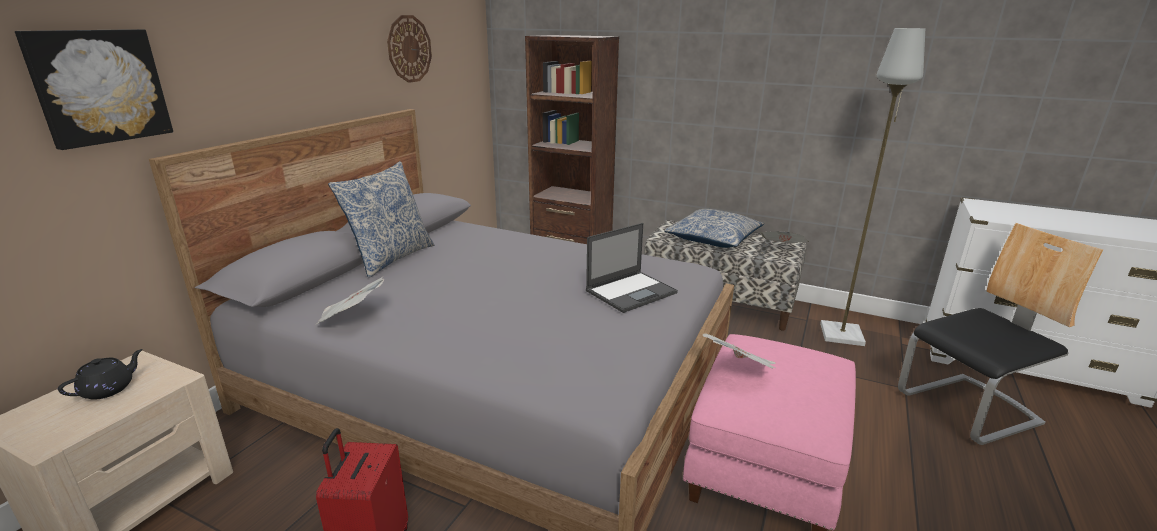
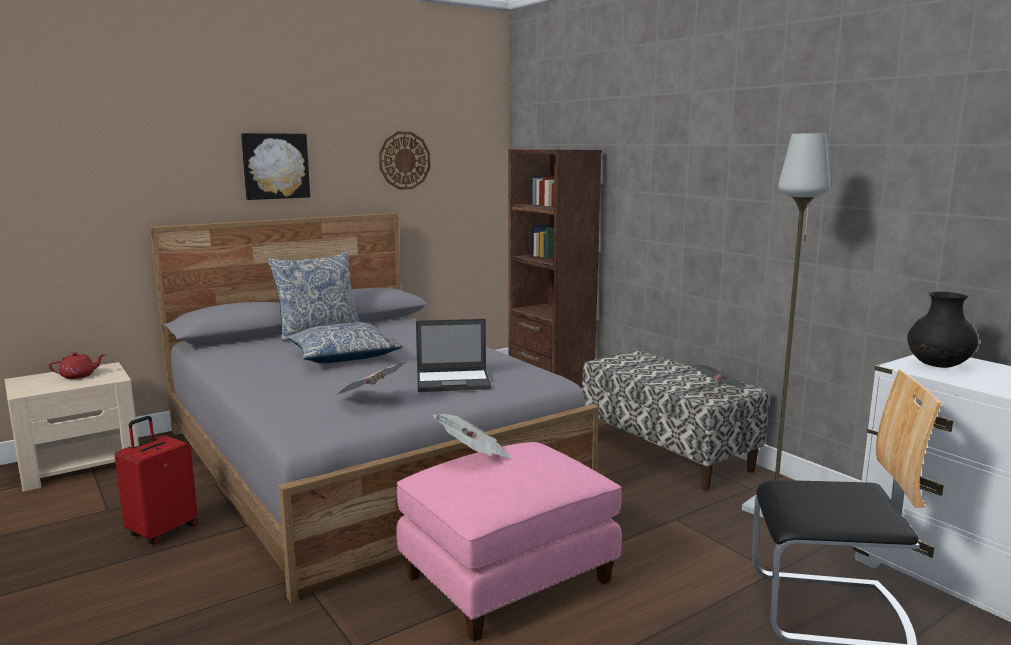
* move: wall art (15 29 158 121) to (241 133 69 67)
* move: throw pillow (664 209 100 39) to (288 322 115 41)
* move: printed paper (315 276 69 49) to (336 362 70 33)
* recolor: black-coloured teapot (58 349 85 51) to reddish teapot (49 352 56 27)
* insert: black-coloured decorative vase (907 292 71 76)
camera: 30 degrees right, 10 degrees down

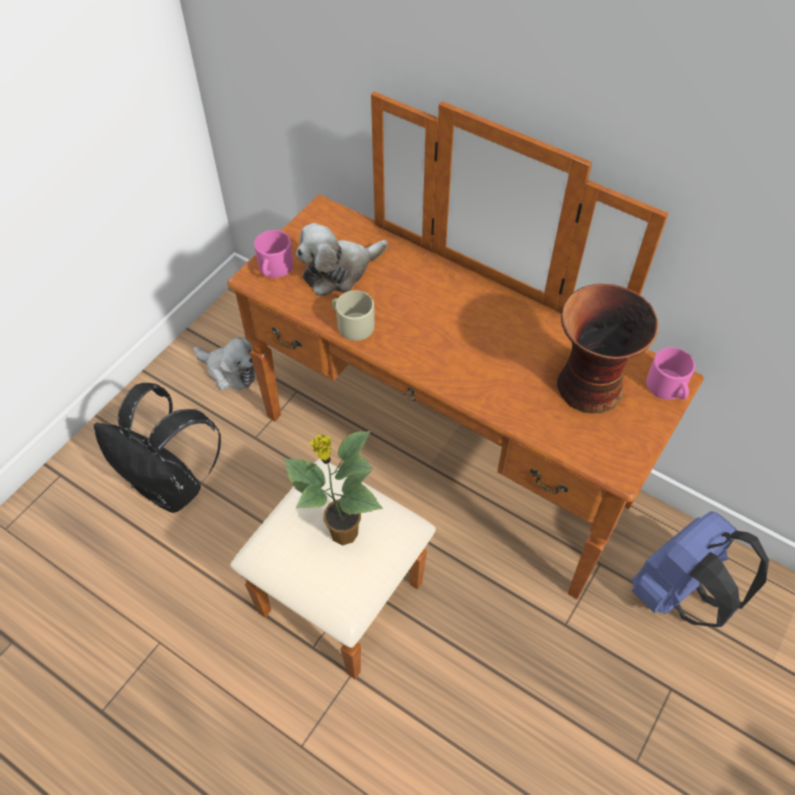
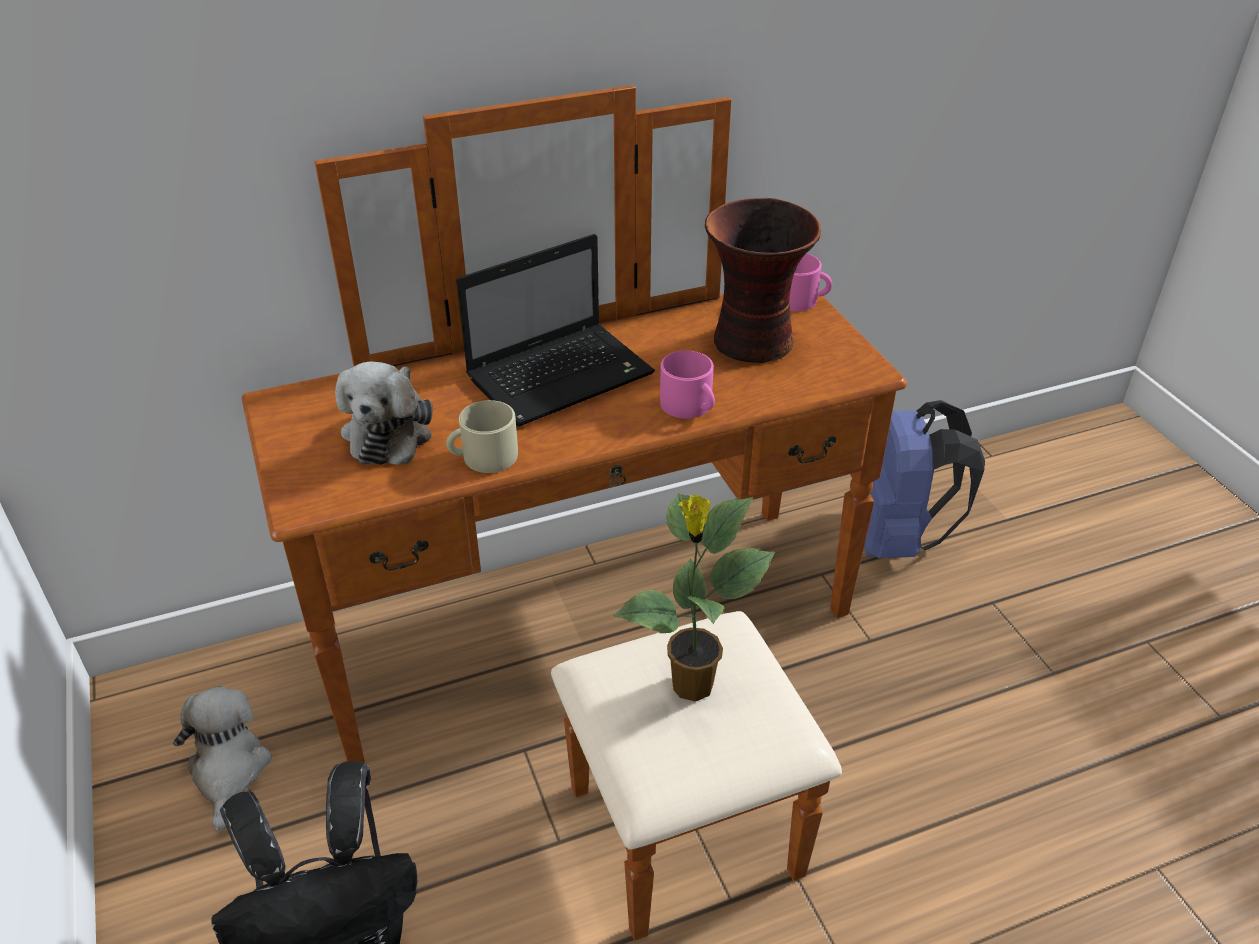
* move: pink tea mug (254 230 39 48) to (660 351 55 68)
* rotate: cuddly toy (193 337 63 53) = (173 687 99 144) 75 degrees counterclockwise
* insert: laptop (456 234 199 192)
camera: 55 degrees left, 15 degrees down

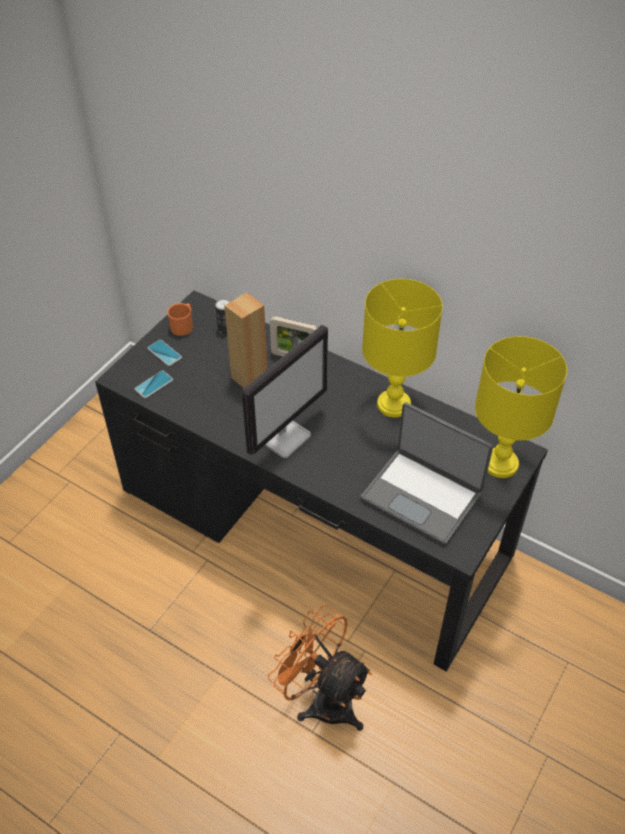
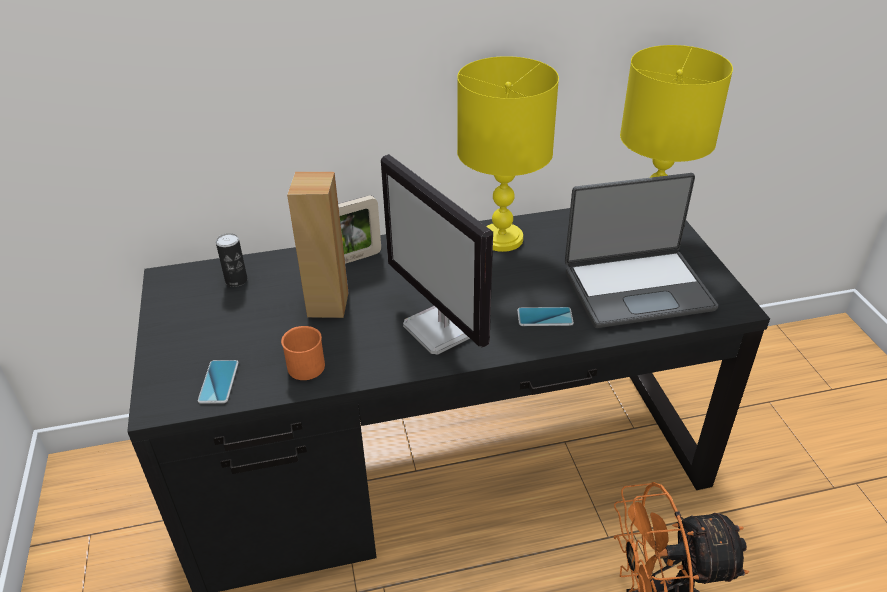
* move: orangey tea mug (167 303 26 33) to (281 326 44 54)
* rotate: computer display (242 325 86 133) = (381 154 112 200) 150 degrees clockwise
* move: phone (147 340 35 26) to (517 307 57 19)
camera: 45 degrees left, 10 degrees down

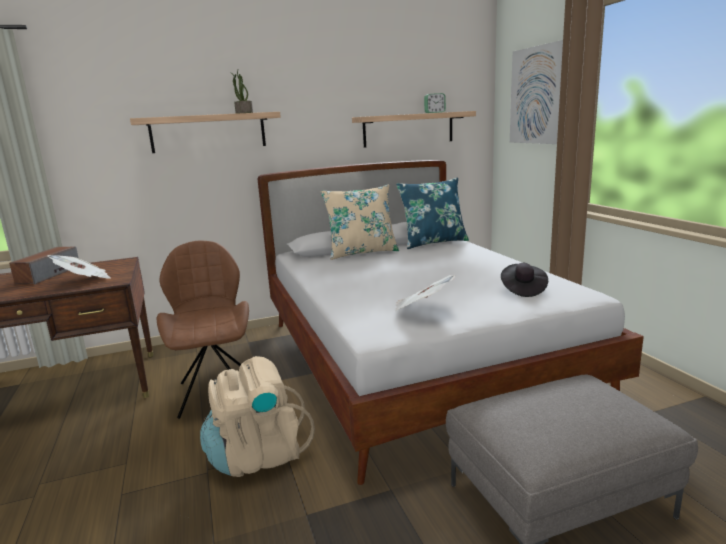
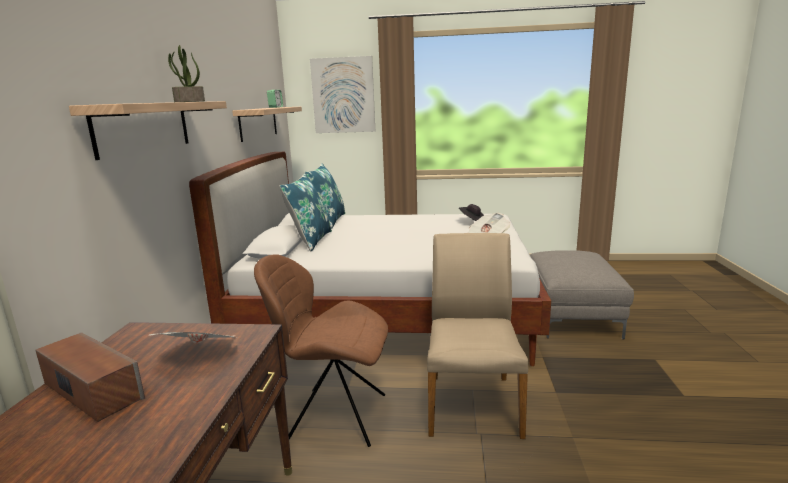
* recolor: beige-coloured throw pillow (321 185 78 75) to blue throw pillow (279 173 53 78)
* replace: beige-coloured backpack (200 356 115 121) to beige-coloured upright chair (427 233 101 206)
camera: 65 degrees left, 0 degrees up

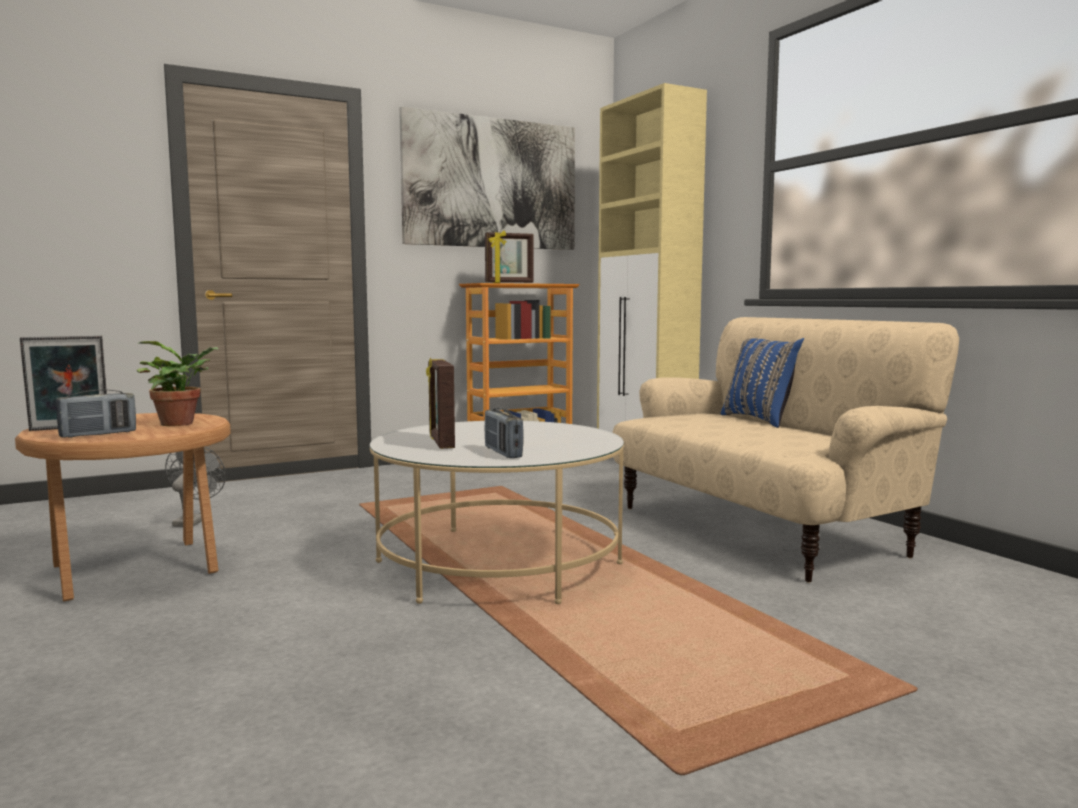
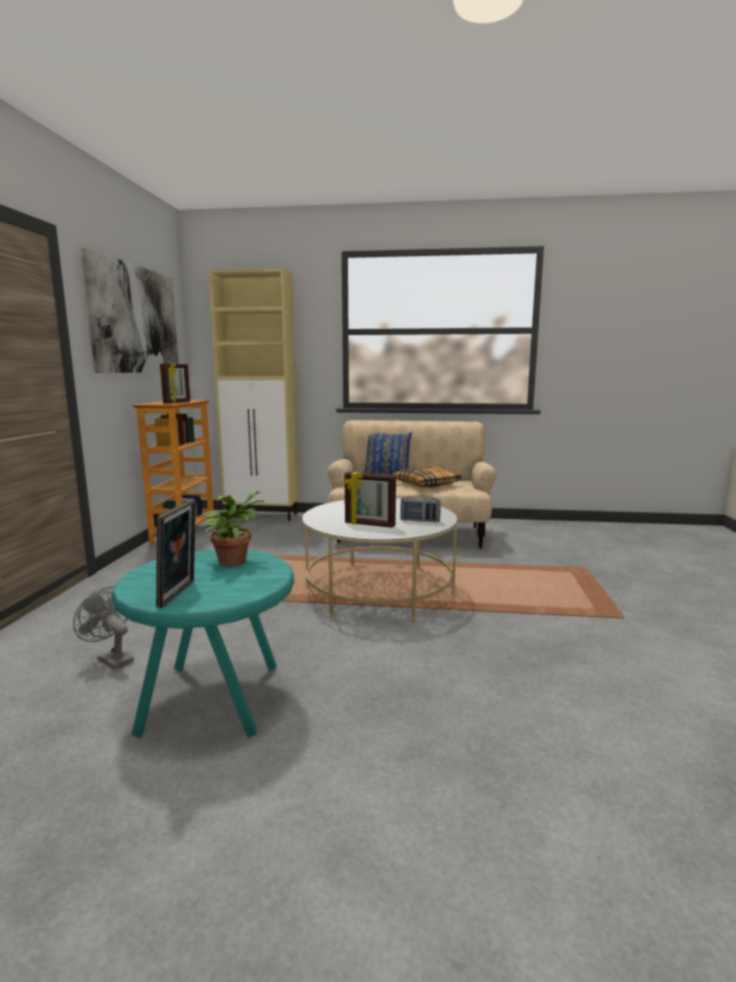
* delete: radio receiver (56 389 80 49)
* recolor: brown accent table (15 413 216 188) to blue-green accent table (112 549 182 189)
* insert: throw pillow (393 466 68 22)
camera: 55 degrees left, 5 degrees up

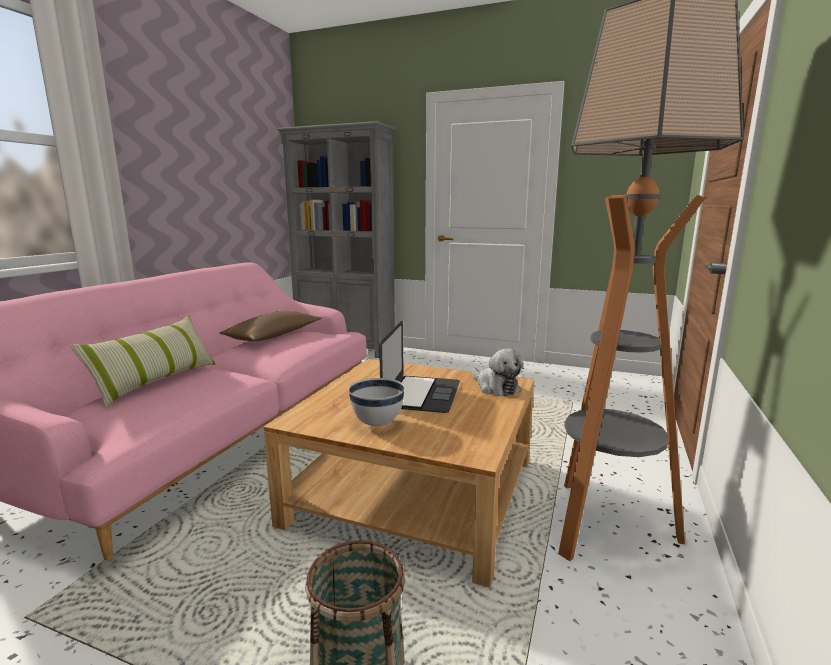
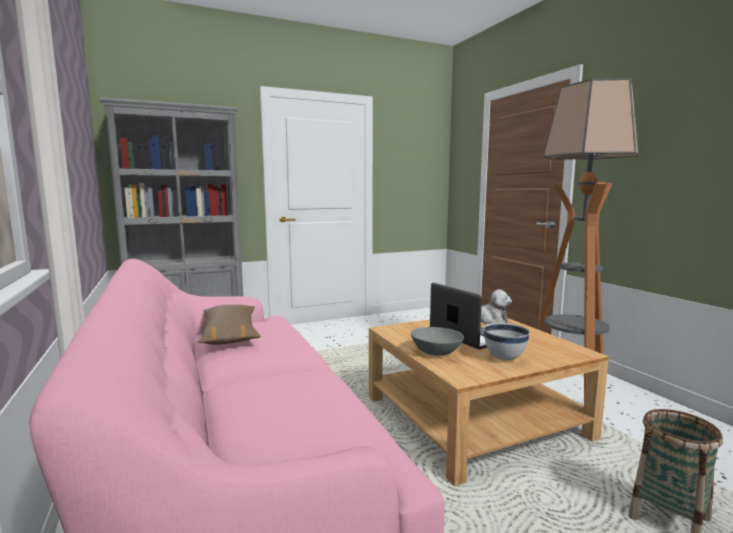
* delete: throw pillow (70 316 145 92)
* insert: gray bowl (411 327 53 29)
camera: 45 degrees left, 5 degrees down

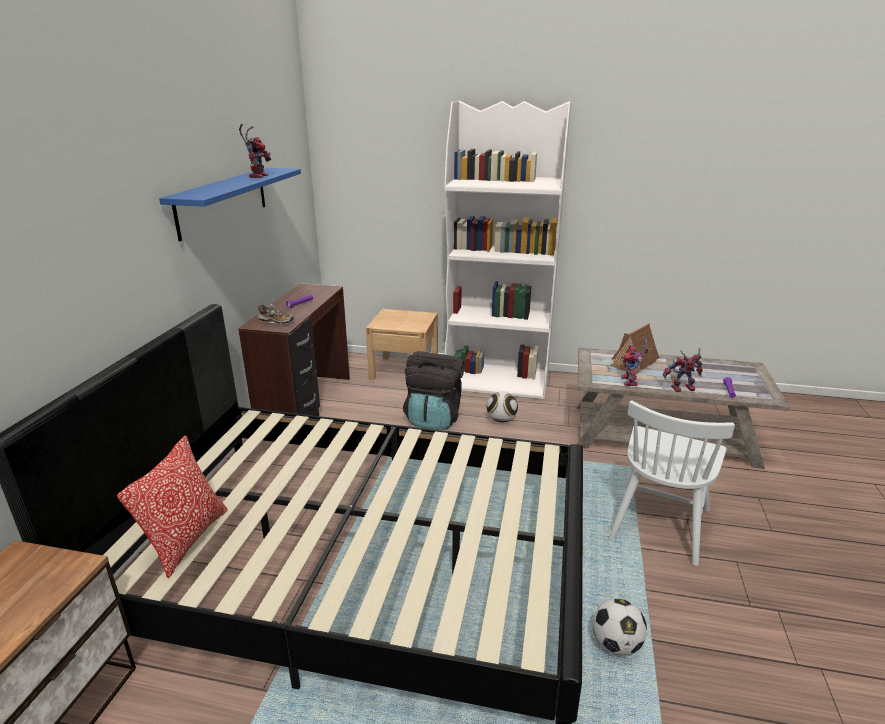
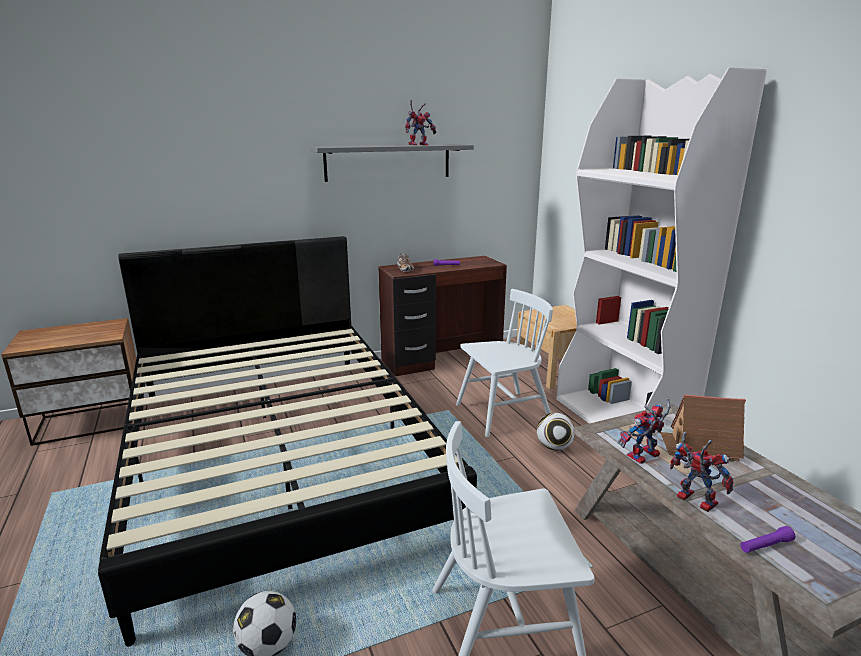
* recolor: blue wall shelf (159 168 142 73) to gray wall shelf (310 144 164 38)
* replace: black-coloured backpack (403 351 61 79) to white-coloured upright chair (456 289 97 148)
* delete: throw pillow (117 435 111 143)
camera: 55 degrees right, 5 degrees down

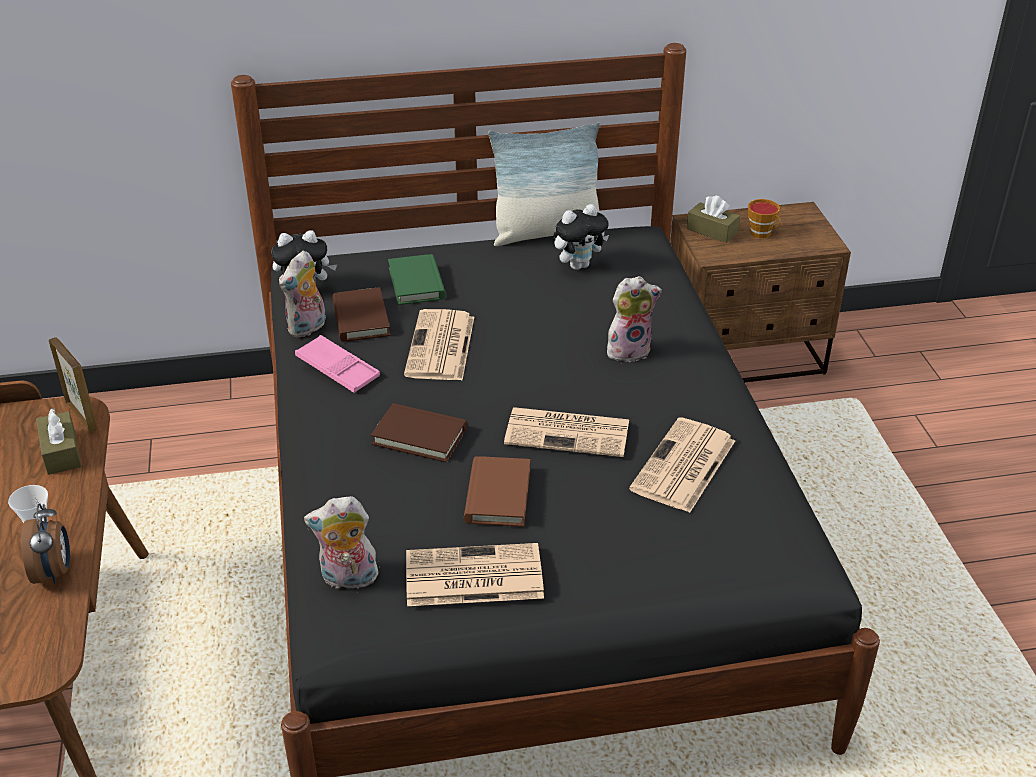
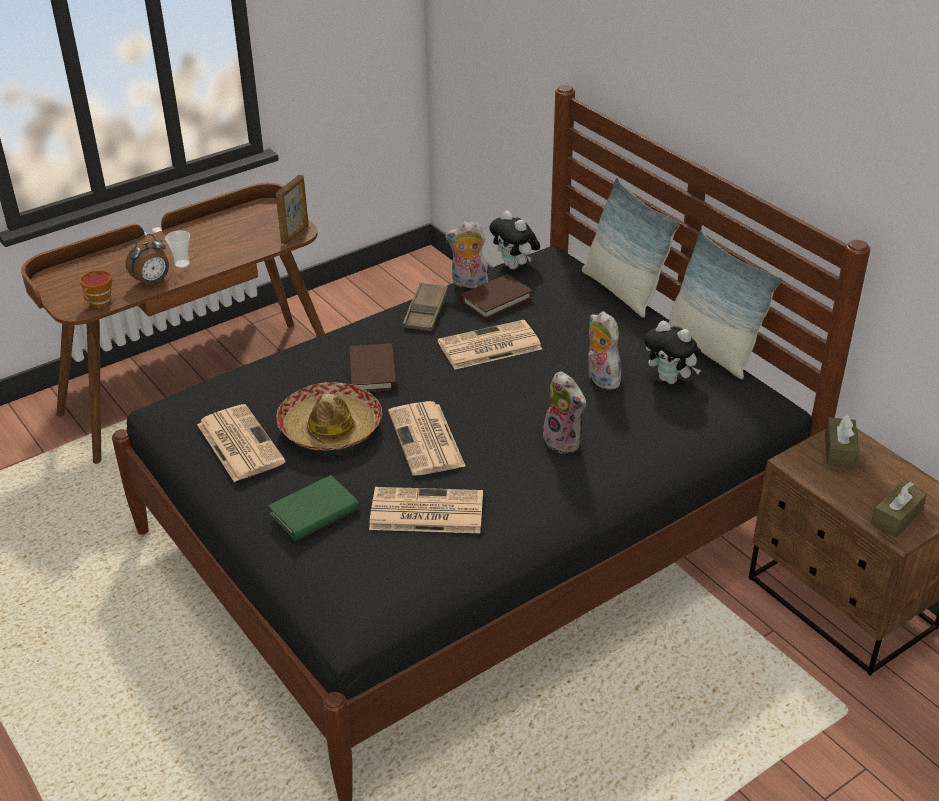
* move: cup (748 199 33 39) to (80 270 32 38)
* move: green-coloured bound book (388 254 58 51) to (268 475 91 66)
* recolor: pink carrying tray (295 335 85 58) to brown carrying tray (403 282 45 49)
* move: brown tissue box (36 409 46 66) to (871 481 56 57)
* replace: brown bound book (464 456 66 71) to clothing hat (276 382 106 69)
* move: cuddly toy (304 496 77 93) to (588 311 35 79)
* insert: throw pillow (582 178 98 140)
camera: 65 degrees right, 0 degrees up

